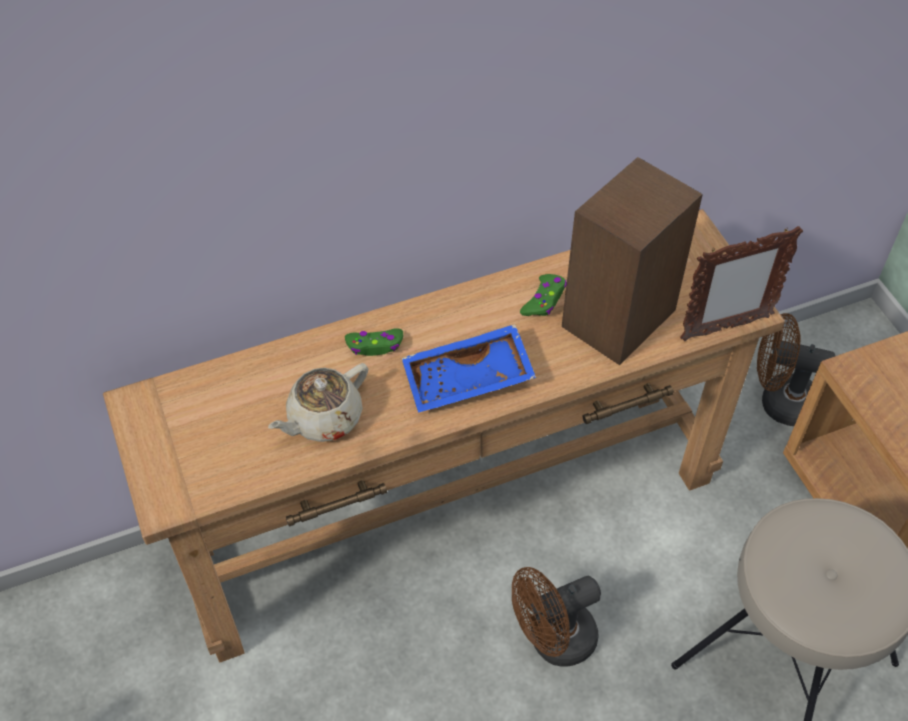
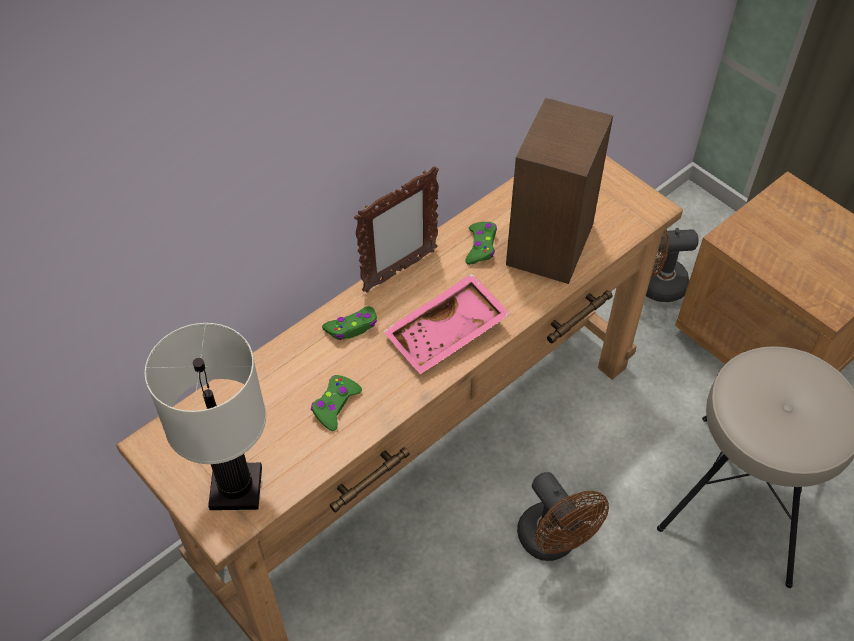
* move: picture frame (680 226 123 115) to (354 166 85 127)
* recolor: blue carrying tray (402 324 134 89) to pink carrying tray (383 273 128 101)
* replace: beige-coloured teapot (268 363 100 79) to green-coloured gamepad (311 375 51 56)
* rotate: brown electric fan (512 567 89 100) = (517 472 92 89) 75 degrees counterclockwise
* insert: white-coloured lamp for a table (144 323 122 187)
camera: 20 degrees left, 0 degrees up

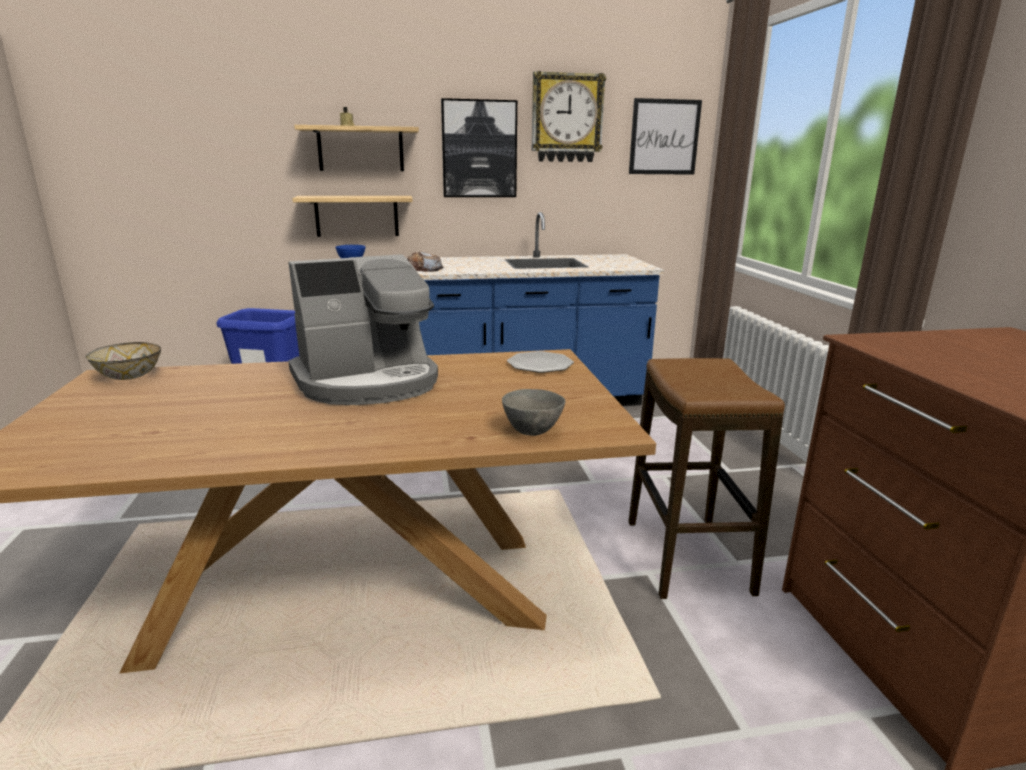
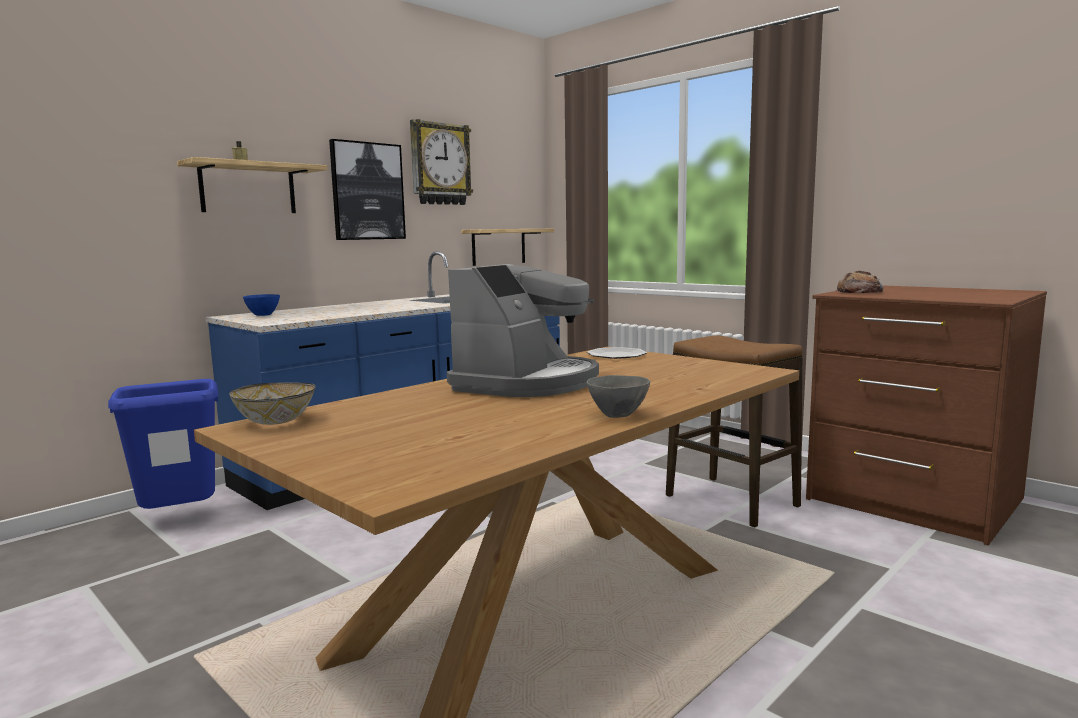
* delete: wall art (629 98 73 77)
* move: wall shelf (292 196 121 41) to (461 229 93 37)
* move: baked bread (407 251 37 21) to (835 271 49 22)
* move: gray bowl (502 389 63 47) to (587 375 63 43)
camera: 35 degrees left, 10 degrees down

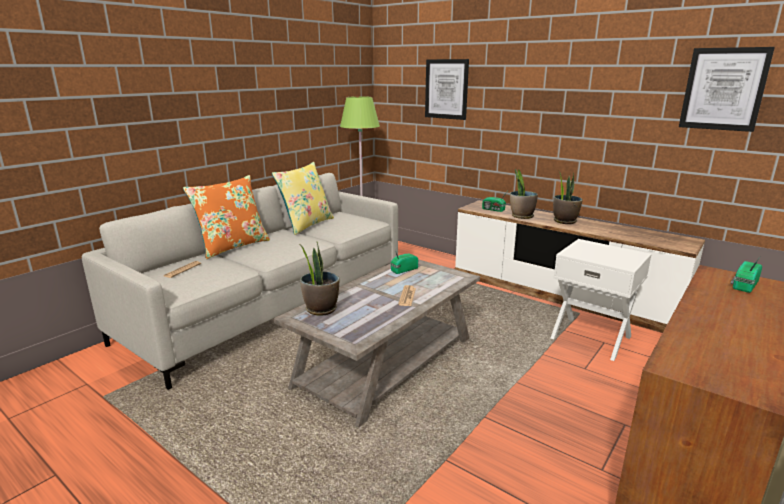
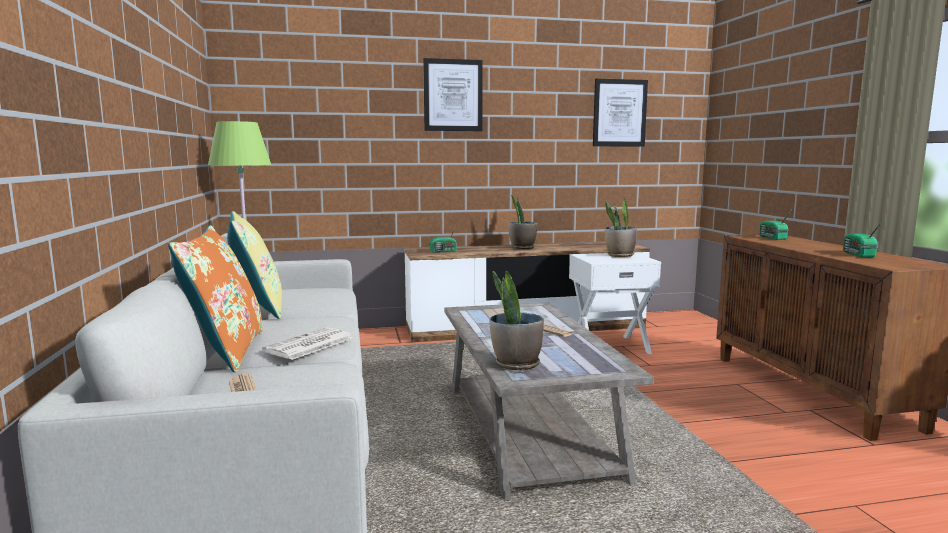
* move: wall art (425 59 44 61) to (423 58 60 73)
* move: plant in a pot (510 169 28 50) to (605 199 32 58)
* move: radio receiver (391 250 27 24) to (843 220 40 37)
* insert: printed paper (262 327 90 33)
camera: 50 degrees left, 10 degrees down

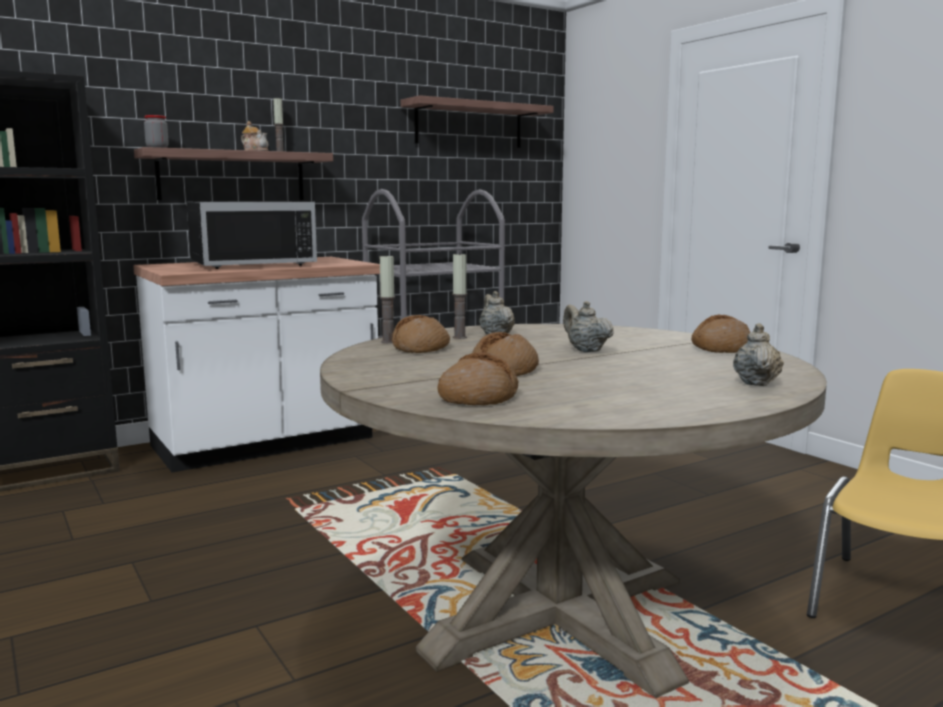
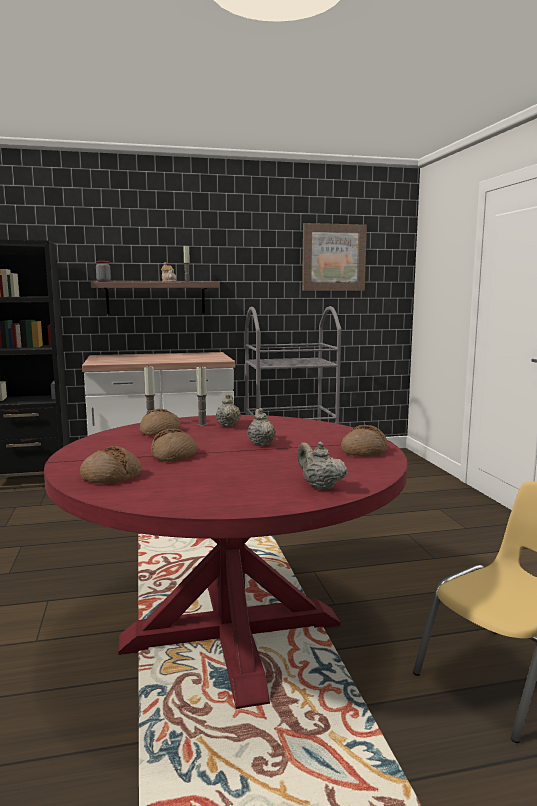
* replace: wall shelf (401 95 153 53) to wall art (302 223 65 68)
* delete: black-coloured microwave oven (187 201 130 68)
* rotate: beige-coloured teapot (733 323 51 63) = (297 442 51 48) 75 degrees counterclockwise
* recolor: beige-coloured dinner table (320 324 507 374) to reddish dinner table (44 415 363 294)
camera: 20 degrees right, 0 degrees up

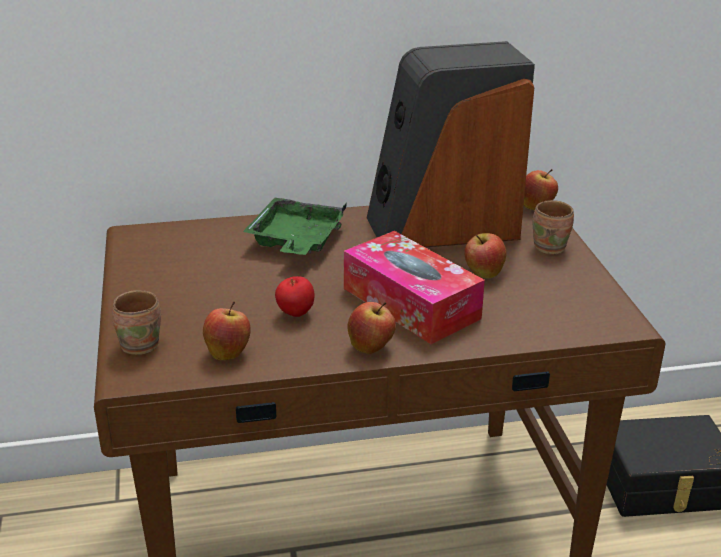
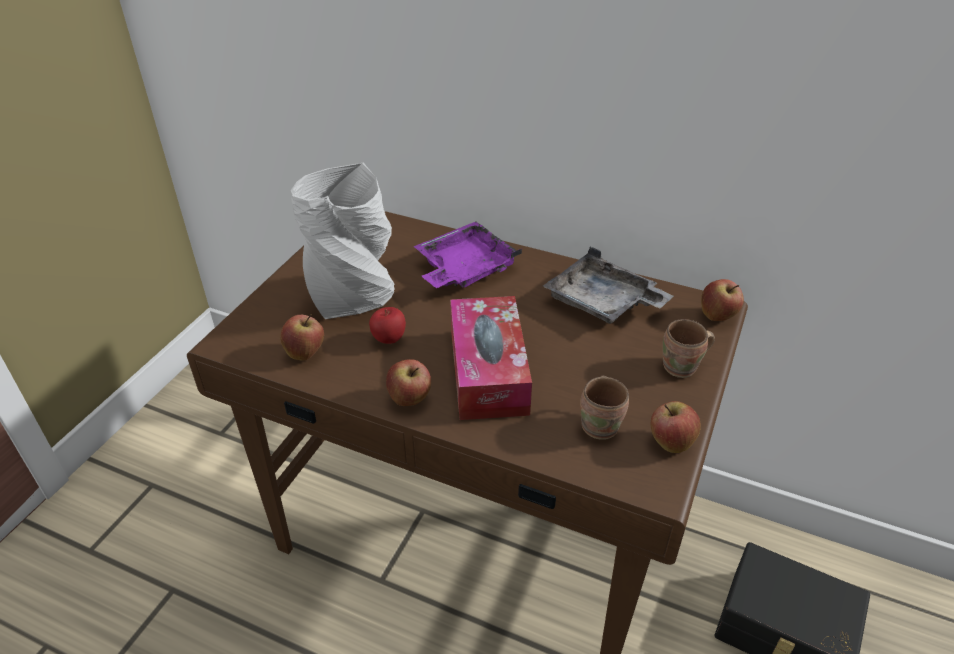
* replace: audio speaker (367 41 168 206) to gray carrying tray (543 247 130 77)
* recolor: green-coloured carrying tray (243 198 104 57) to purplish carrying tray (414 222 108 66)
* move: whole apple (464 233 42 46) to (651 401 50 52)
* move: brown tea mug (112 290 49 65) to (580 376 49 64)
* insert: gray decorative vase (291 163 104 156)
camera: 35 degrees right, 10 degrees up

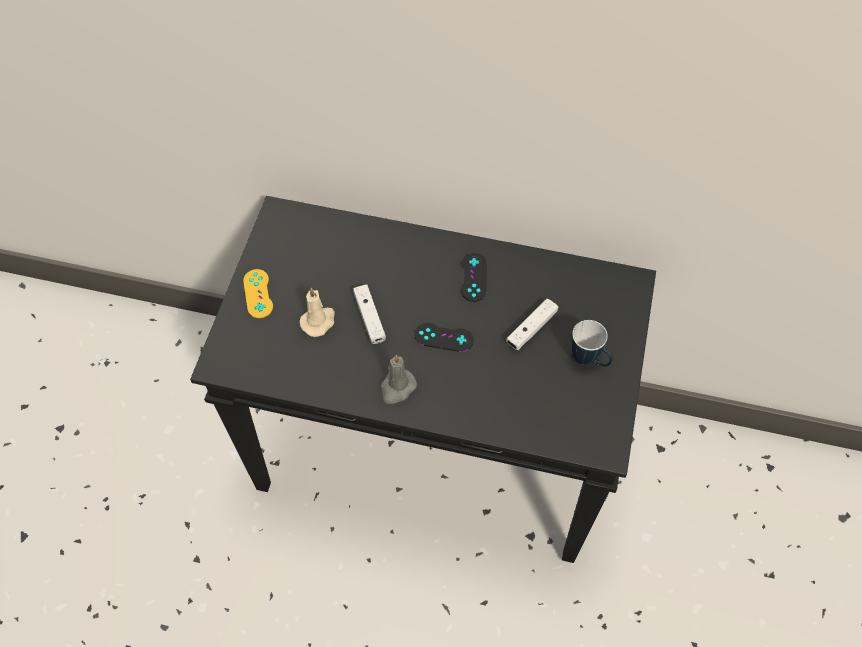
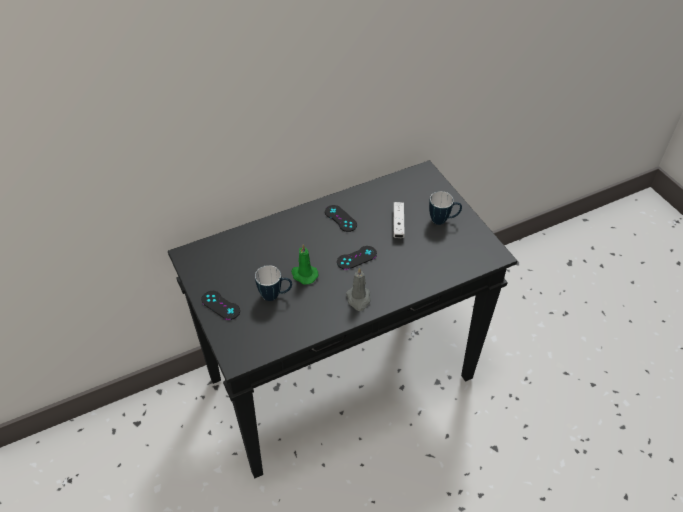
* recolor: yellowish gamepad (243 269 30 49) to black-coloured gamepad (201 291 39 29)
* replace: white-coloured gamepad (353 284 33 60) to green-coloured candle (291 244 27 41)
* replace: beige-coloured candle (300 288 35 49) to tea mug (255 265 37 36)
camera: 40 degrees left, 10 degrees down

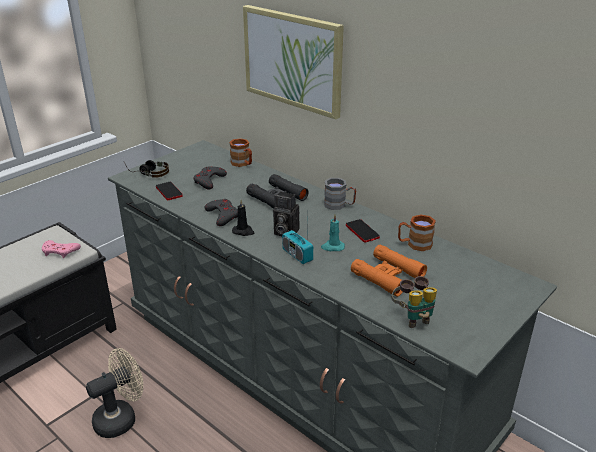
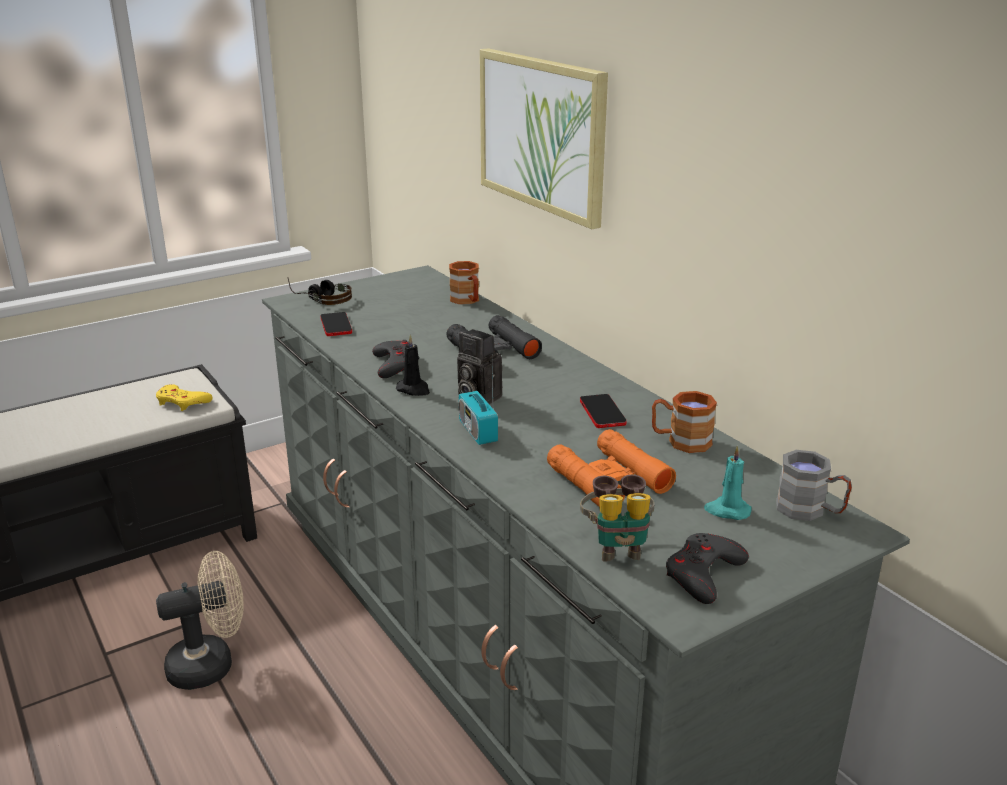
* move: gray gamepad (193 167 34 23) to (666 533 83 71)
* move: gray tea mug (324 178 32 32) to (776 450 76 71)
* move: blue-green candle (321 214 24 37) to (704 446 48 74)
* recolor: pink gamepad (42 240 39 18) to yellowish gamepad (156 384 57 27)
camera: 15 degrees right, 5 degrees down

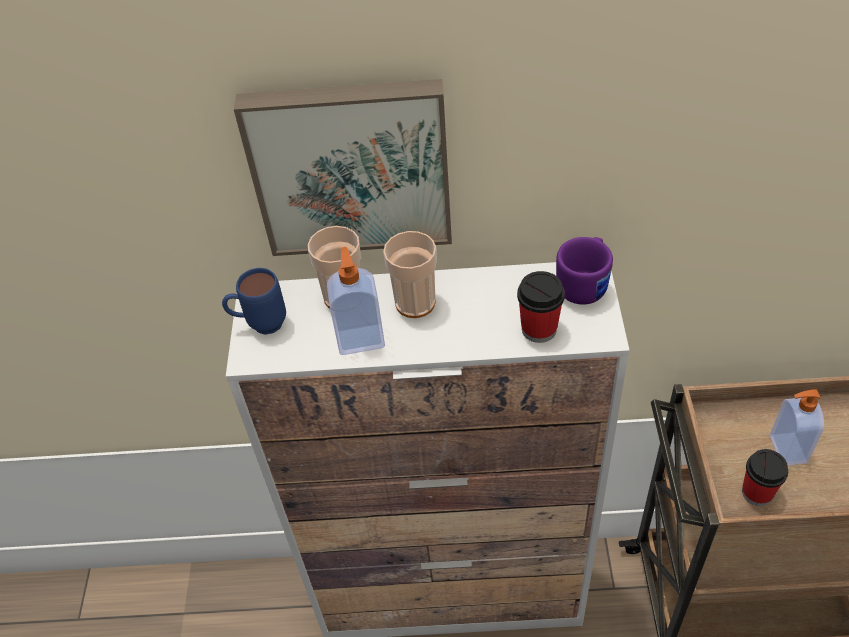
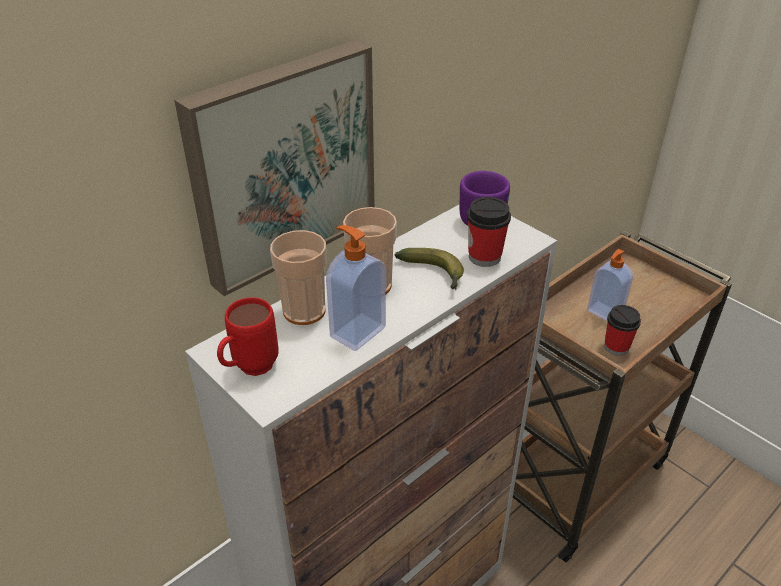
* recolor: blue tea mug (222 268 64 67) to reddish tea mug (217 297 62 79)
* insert: banana (395 248 69 42)
camera: 45 degrees left, 10 degrees down

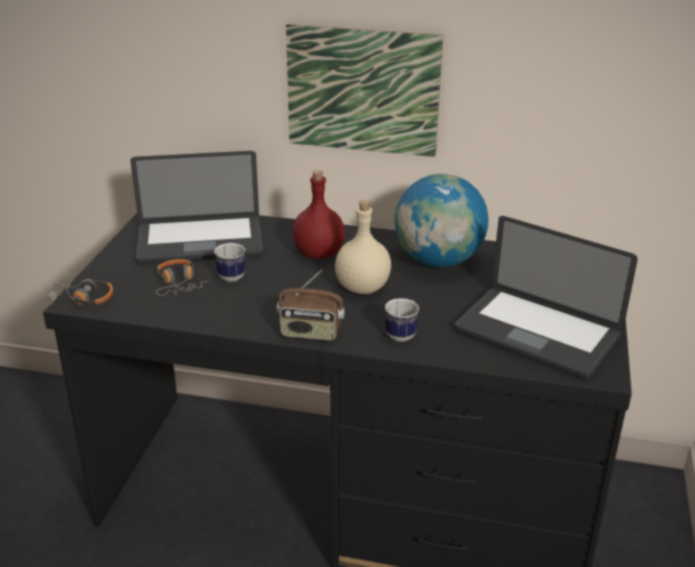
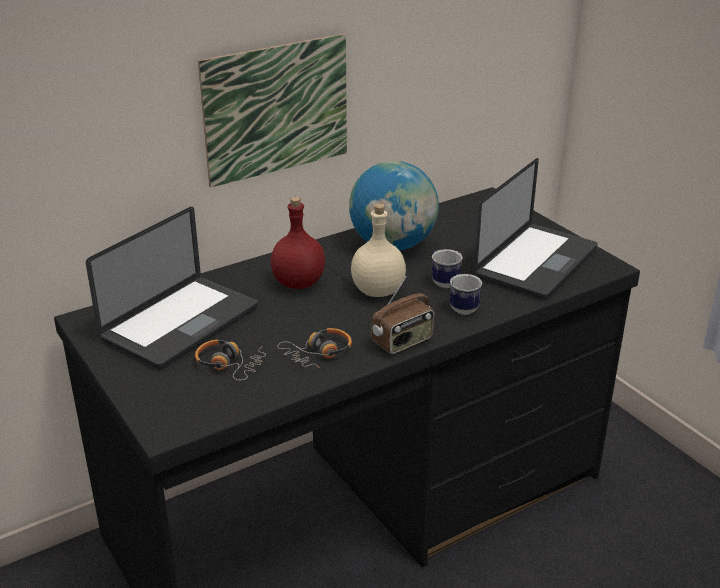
* rotate: laptop (454 216 184 163) = (474 158 124 141) 45 degrees counterclockwise
* move: tea mug (214 243 31 39) to (432 249 31 39)
* move: headphones (46 276 67 29) to (278 328 74 40)
camera: 45 degrees left, 0 degrees up

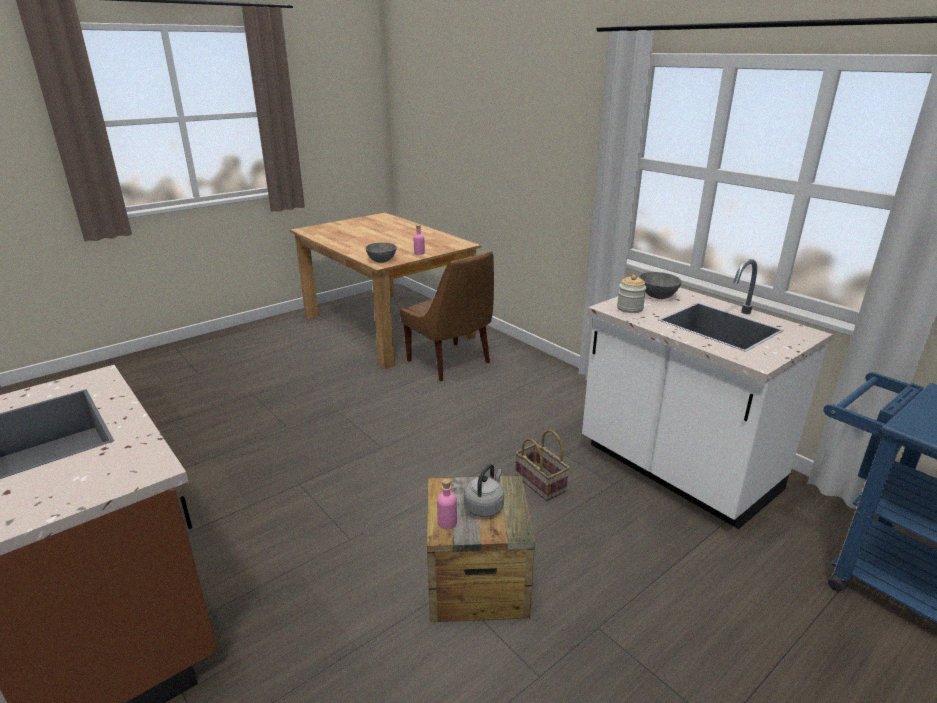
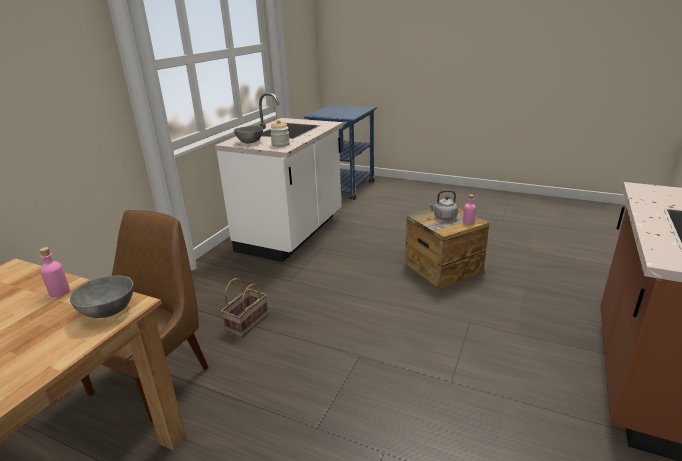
* move: storage basket (515 430 55 71) to (221 278 47 59)
camera: 115 degrees left, 0 degrees up

